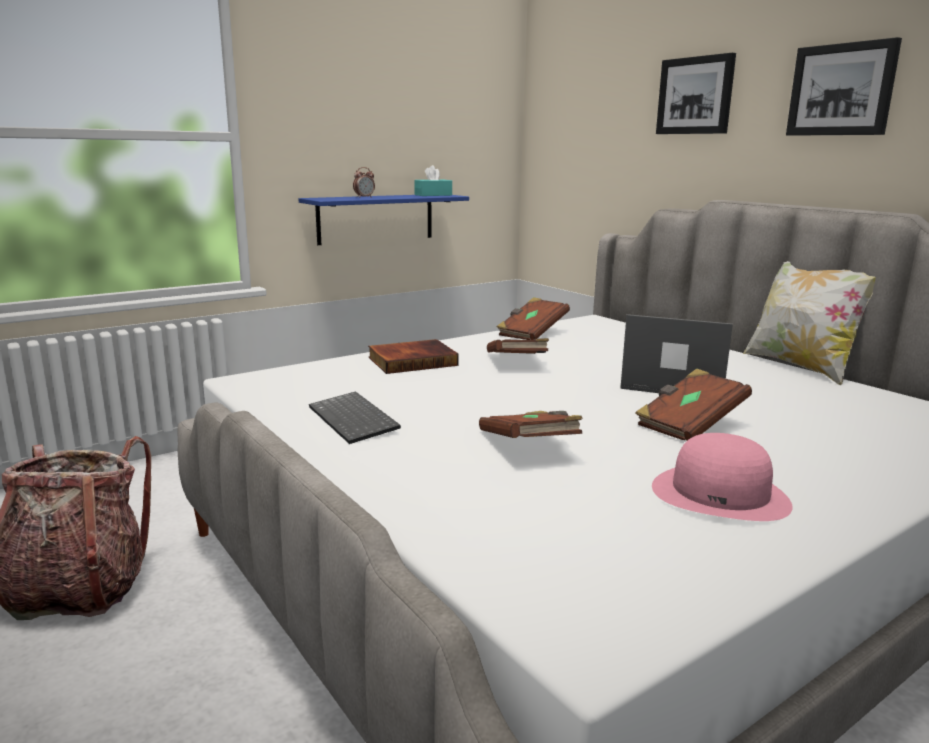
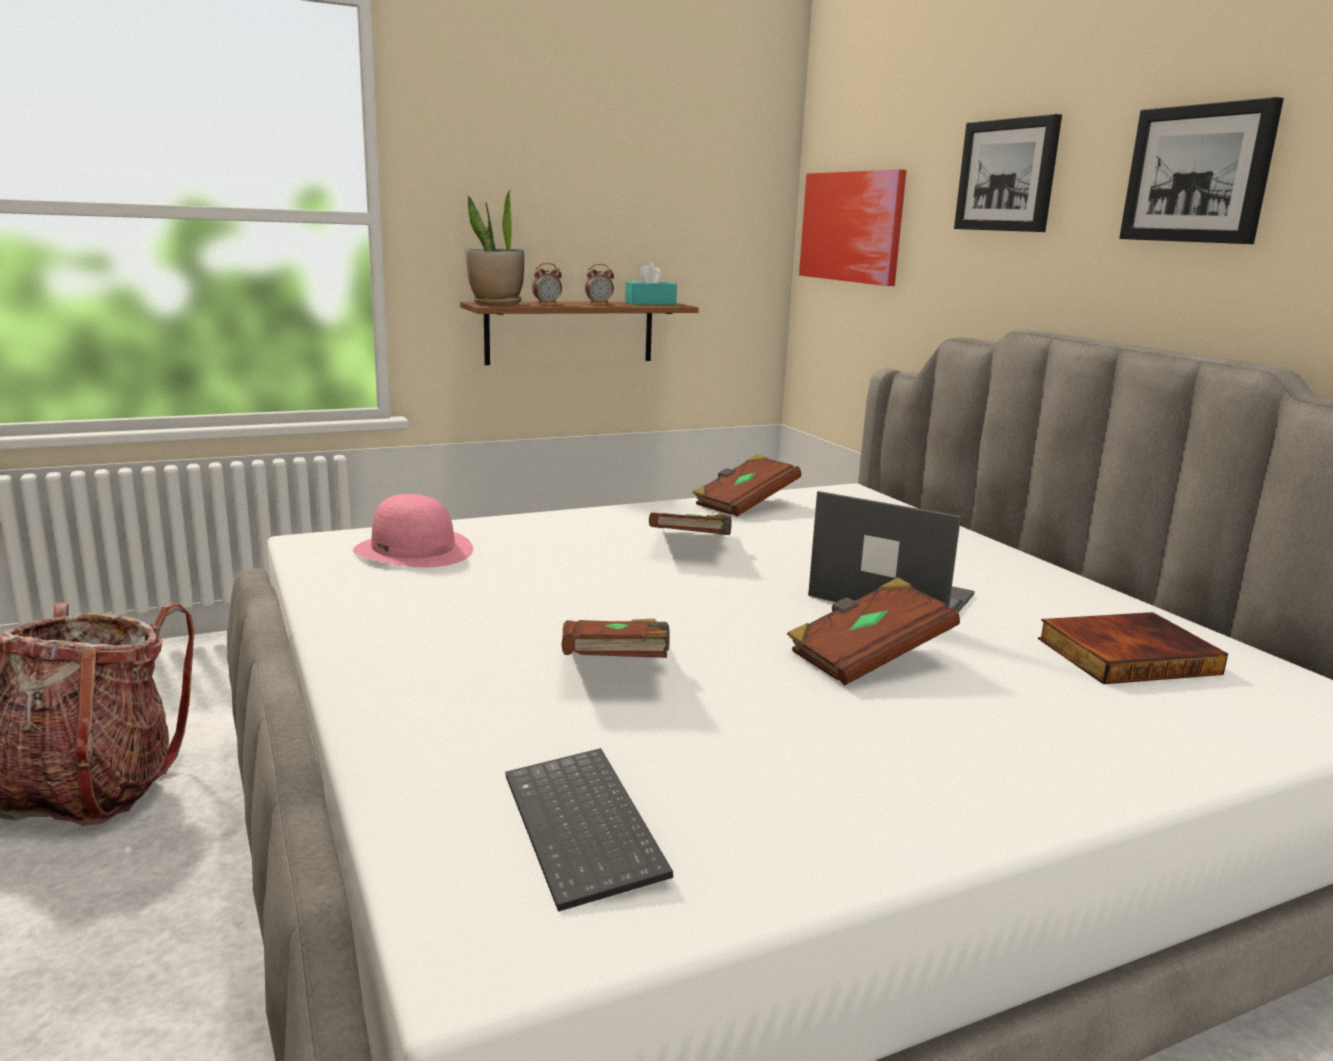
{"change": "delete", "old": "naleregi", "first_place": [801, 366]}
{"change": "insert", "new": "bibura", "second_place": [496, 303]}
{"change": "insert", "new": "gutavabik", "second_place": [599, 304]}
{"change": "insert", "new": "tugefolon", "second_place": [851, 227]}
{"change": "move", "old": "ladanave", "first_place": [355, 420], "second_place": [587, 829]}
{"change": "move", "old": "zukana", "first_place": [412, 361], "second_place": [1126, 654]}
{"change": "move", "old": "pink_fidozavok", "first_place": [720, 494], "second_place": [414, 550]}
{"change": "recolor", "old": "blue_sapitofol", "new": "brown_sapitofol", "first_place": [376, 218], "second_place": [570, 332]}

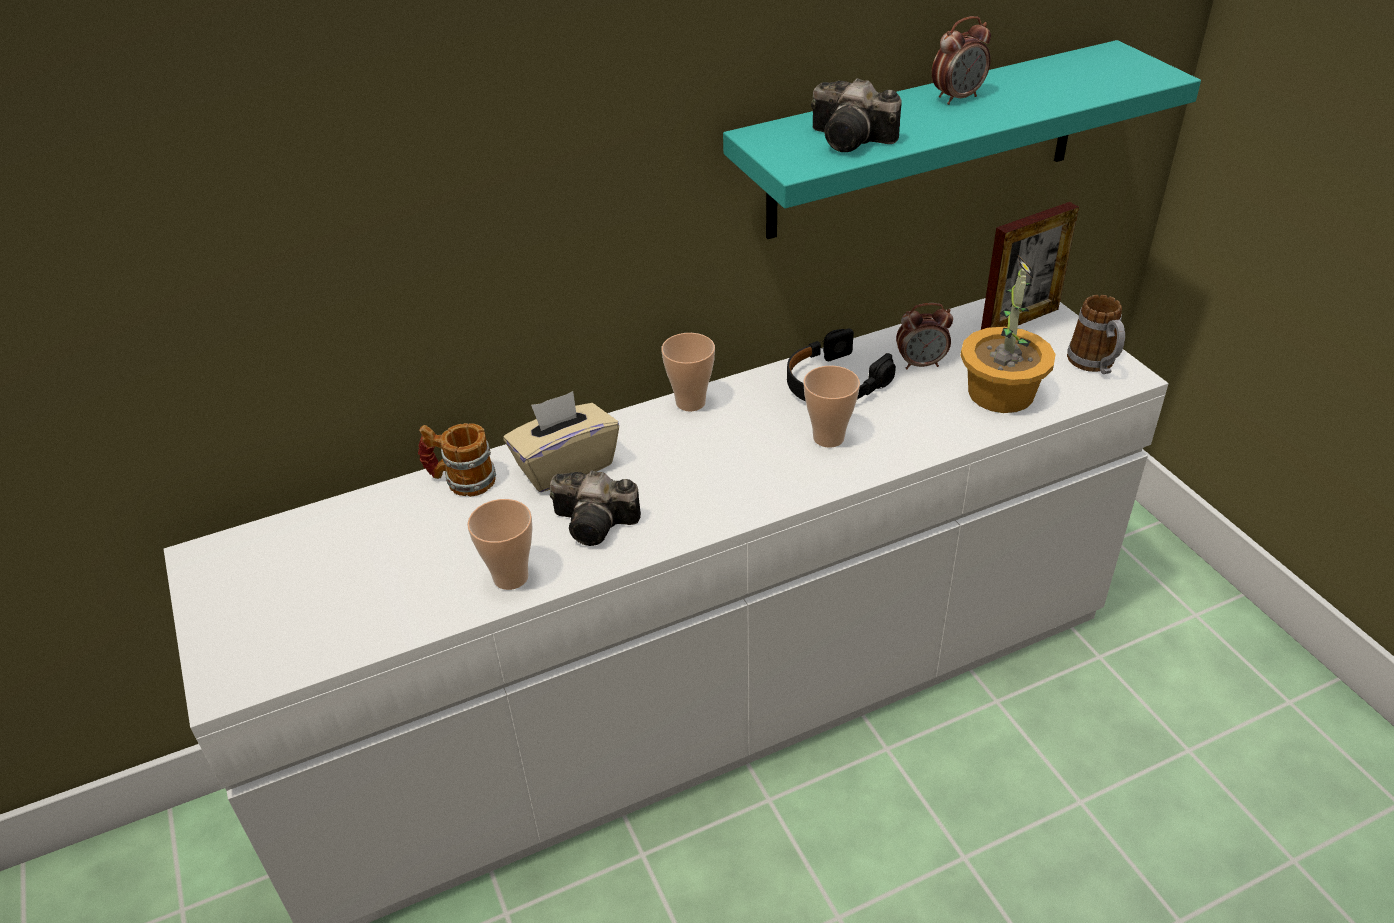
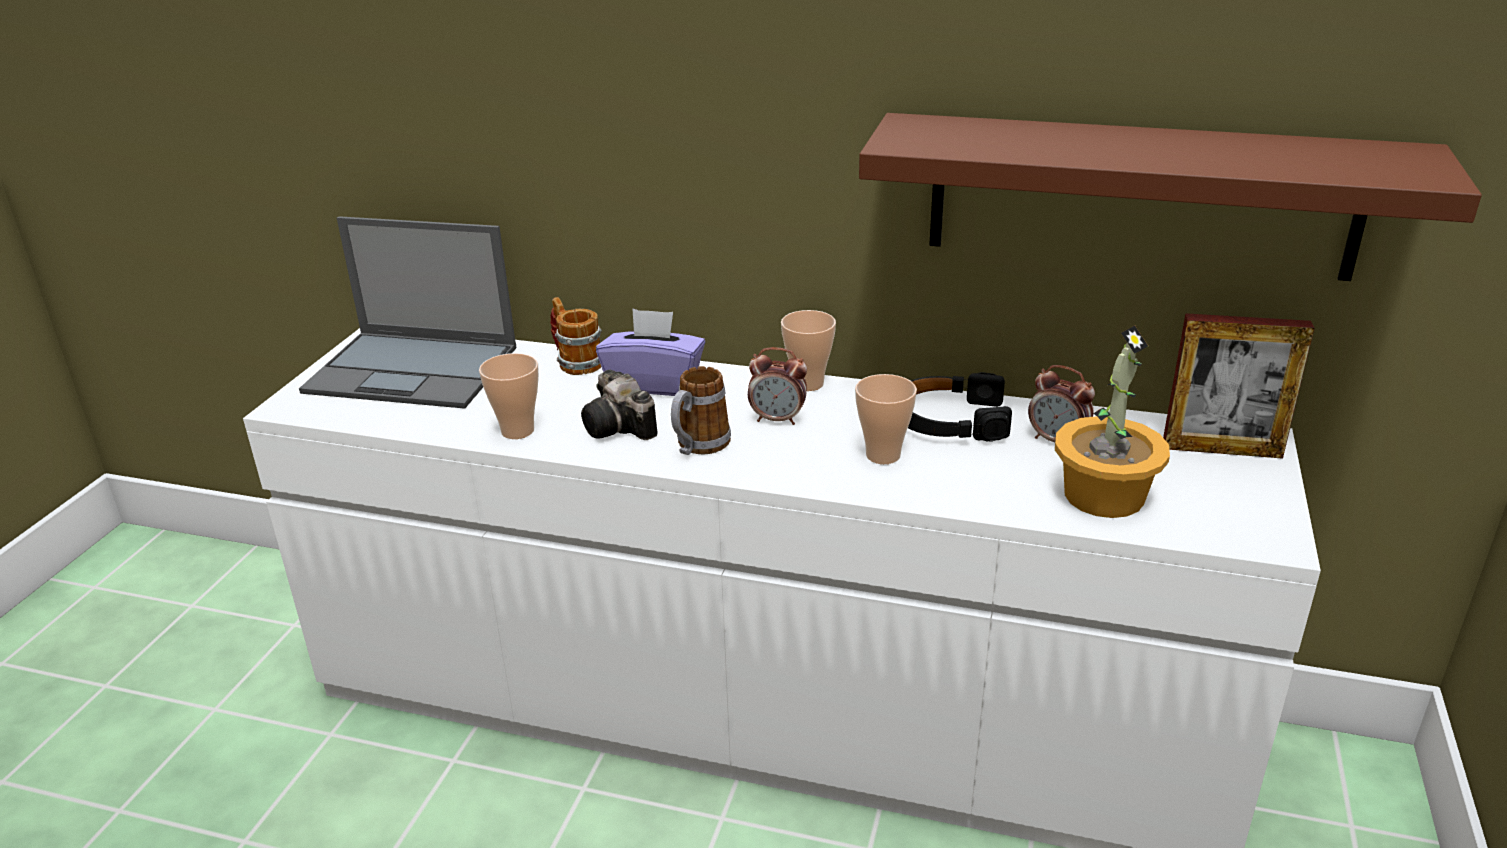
{"change": "delete", "old": "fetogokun", "first_place": [854, 140]}
{"change": "insert", "new": "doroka", "second_place": [415, 370]}
{"change": "move", "old": "gutavabik", "first_place": [957, 98], "second_place": [778, 419]}
{"change": "move", "old": "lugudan", "first_place": [1095, 365], "second_place": [698, 447]}
{"change": "recolor", "old": "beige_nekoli", "new": "purple_nekoli", "first_place": [565, 466], "second_place": [654, 383]}
{"change": "recolor", "old": "turquoise_sapitofol", "new": "brown_sapitofol", "first_place": [925, 141], "second_place": [1140, 196]}

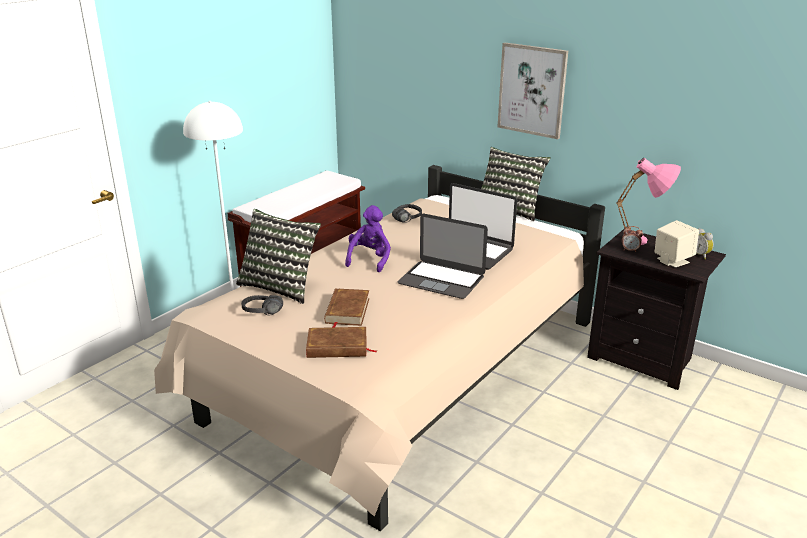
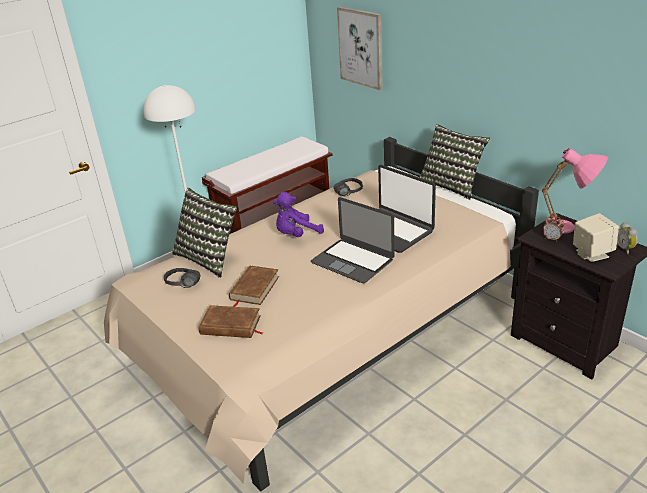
{"change": "move", "old": "tugefolon", "first_place": [532, 90], "second_place": [361, 47]}
{"change": "rotate", "old": "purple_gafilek", "first_place": [369, 259], "second_place": [296, 235], "degrees": -150}

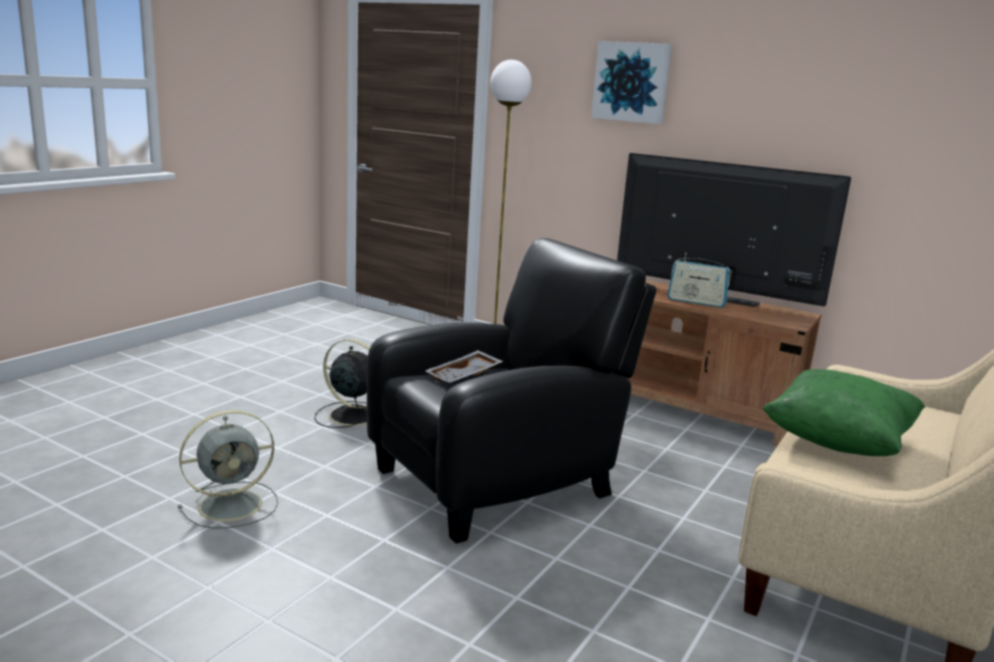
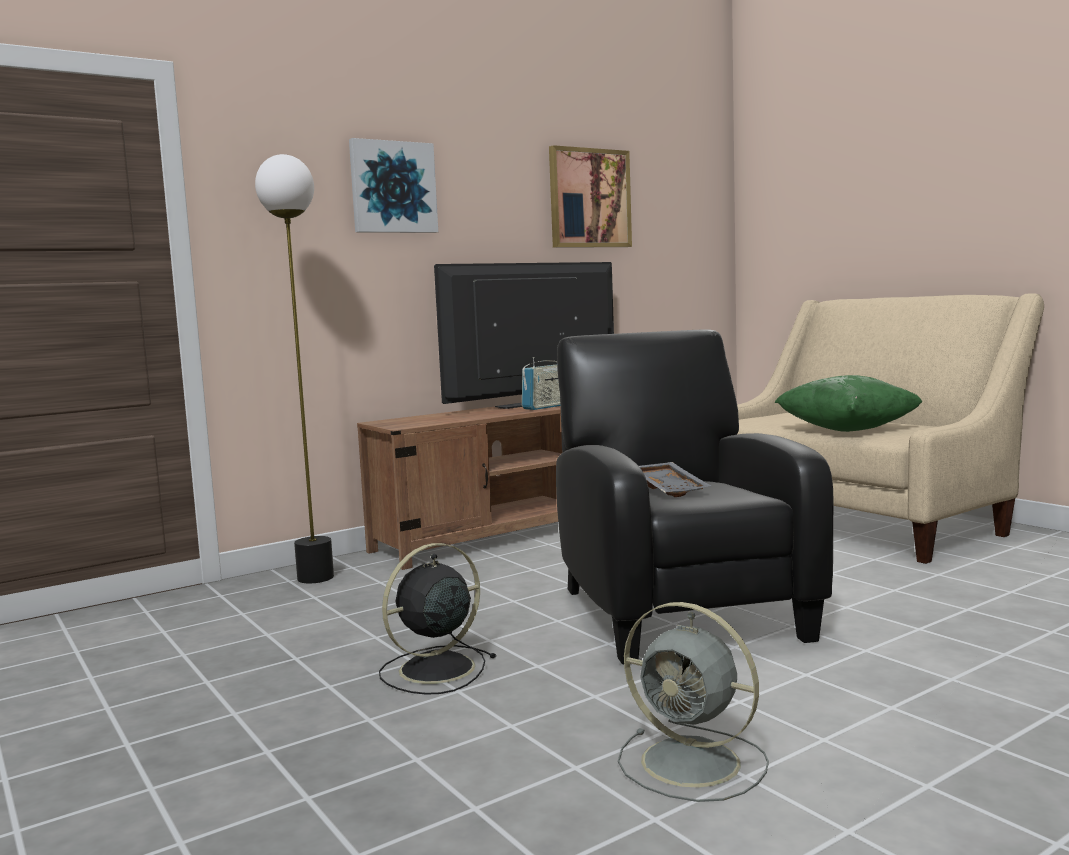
{"change": "insert", "new": "tugefolon", "second_place": [589, 198]}
{"change": "rotate", "old": "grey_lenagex", "first_place": [233, 504], "second_place": [694, 763], "degrees": 135}

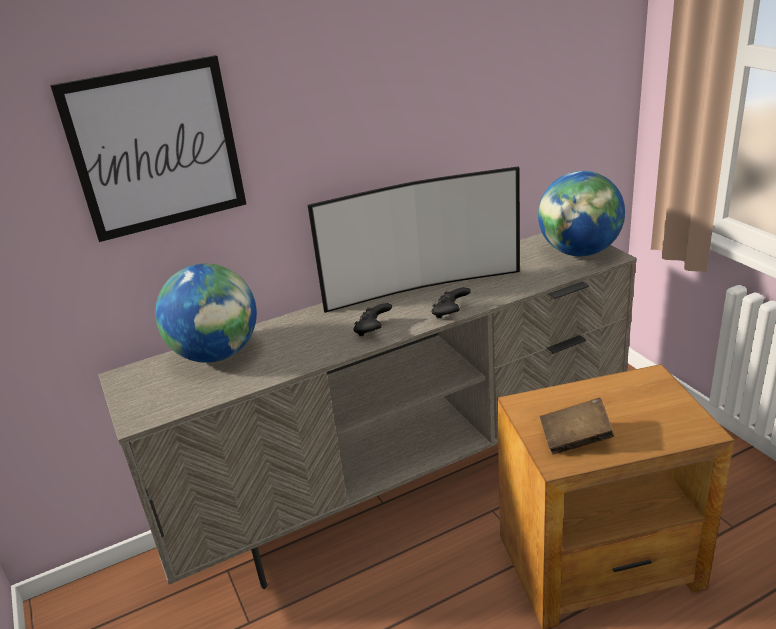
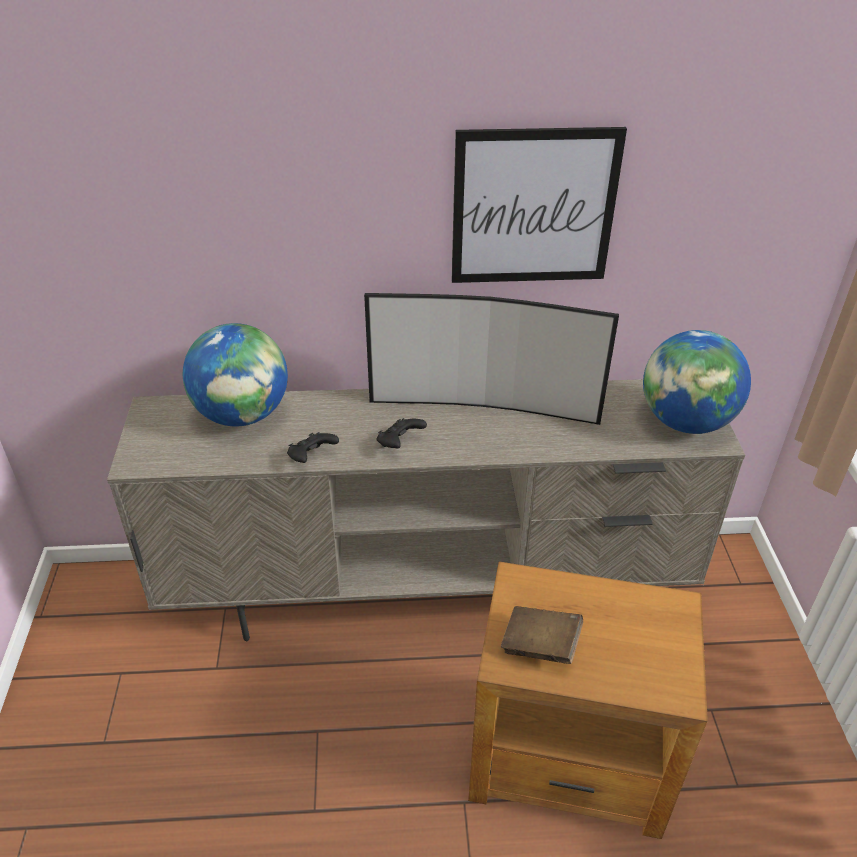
{"change": "move", "old": "tugefolon", "first_place": [156, 149], "second_place": [533, 207]}
{"change": "move", "old": "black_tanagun", "first_place": [450, 313], "second_place": [312, 458]}

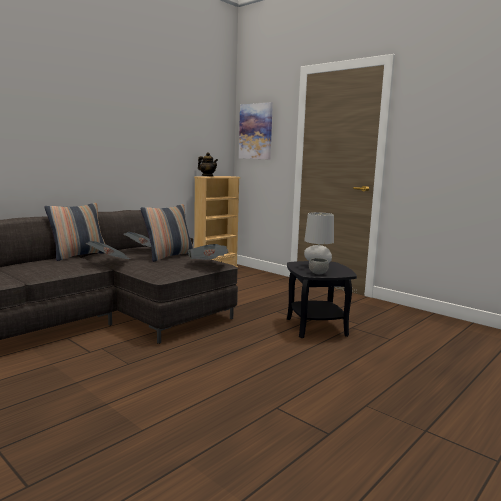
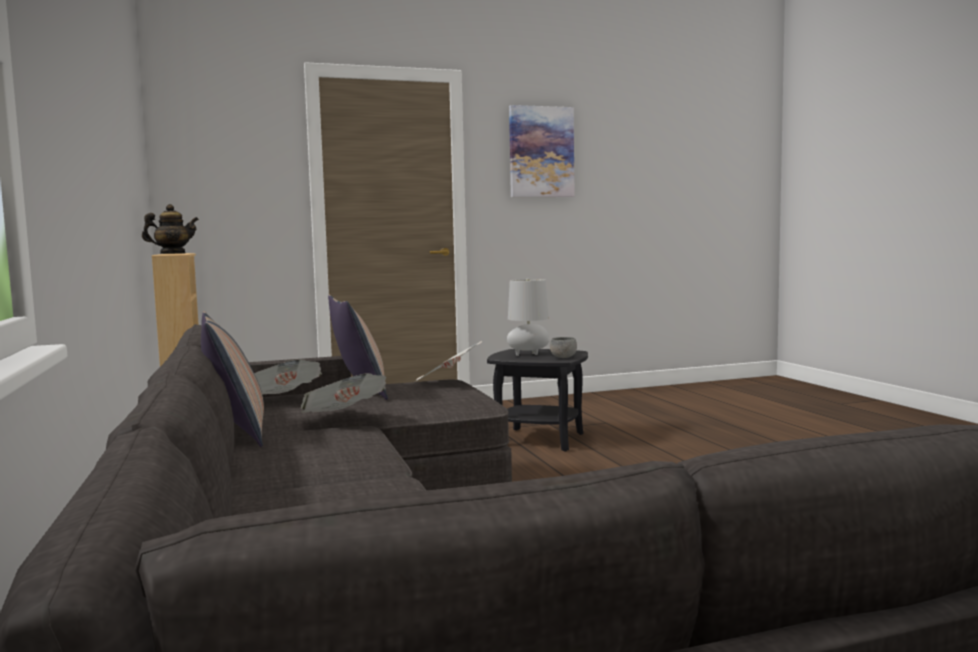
{"change": "move", "old": "tugefolon", "first_place": [256, 131], "second_place": [541, 152]}

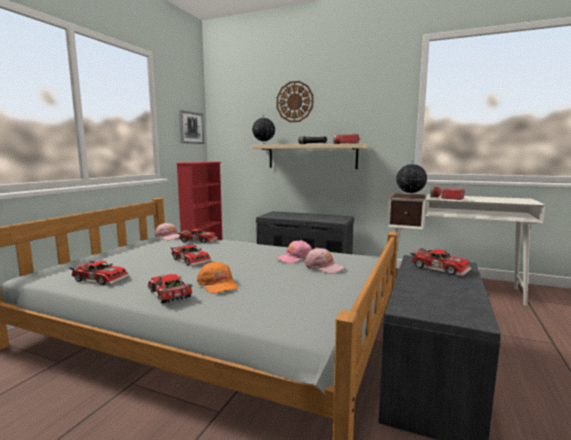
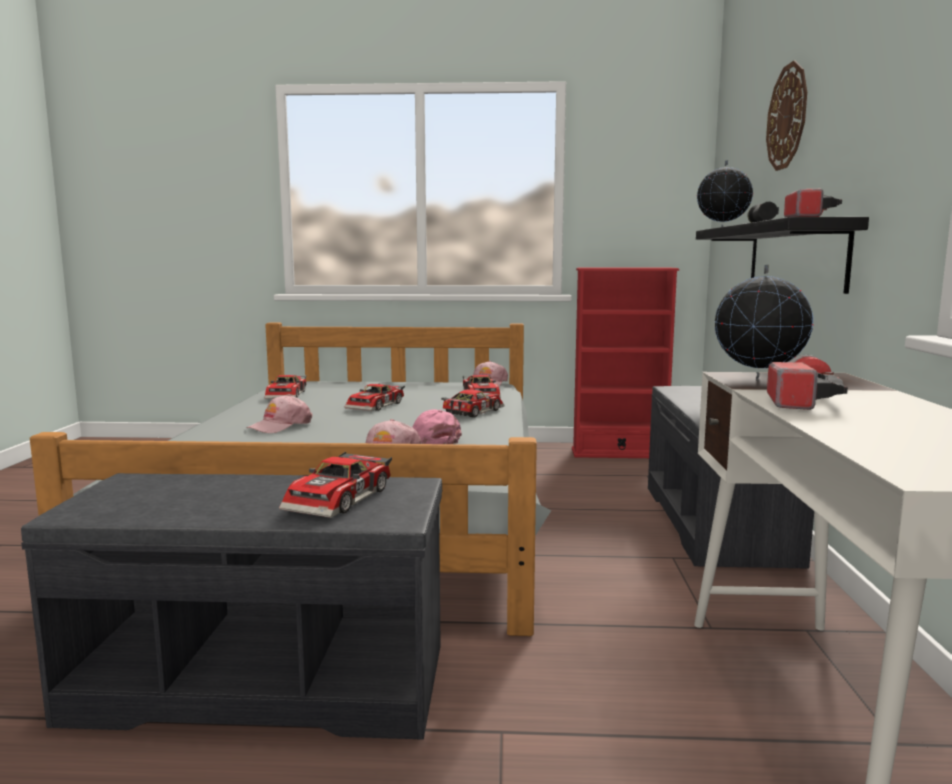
{"change": "delete", "old": "tugefolon", "first_place": [191, 127]}
{"change": "move", "old": "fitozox", "first_place": [167, 294], "second_place": [471, 411]}
{"change": "recolor", "old": "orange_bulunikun", "new": "pink_bulunikun", "first_place": [218, 285], "second_place": [280, 426]}
{"change": "recolor", "old": "beige_sapitofol", "new": "black_sapitofol", "first_place": [311, 156], "second_place": [795, 256]}

